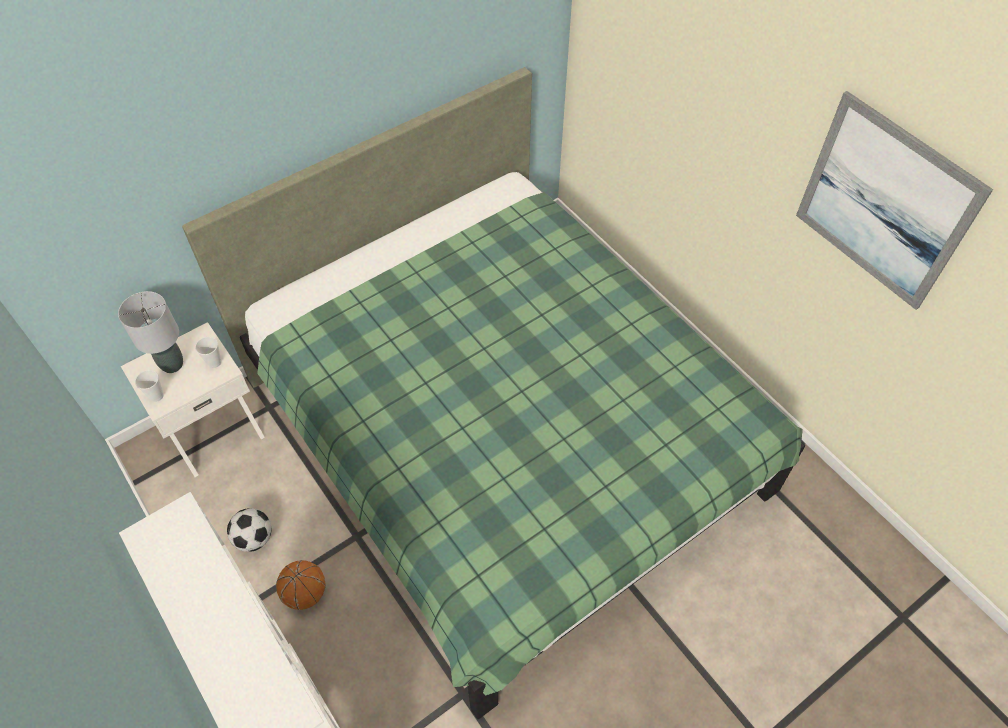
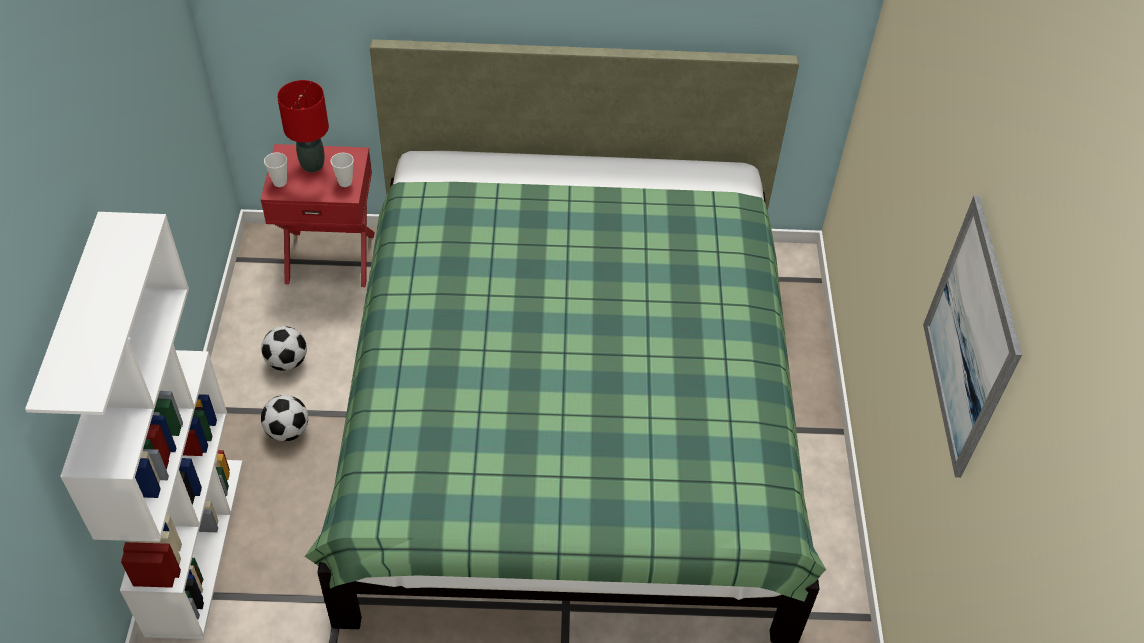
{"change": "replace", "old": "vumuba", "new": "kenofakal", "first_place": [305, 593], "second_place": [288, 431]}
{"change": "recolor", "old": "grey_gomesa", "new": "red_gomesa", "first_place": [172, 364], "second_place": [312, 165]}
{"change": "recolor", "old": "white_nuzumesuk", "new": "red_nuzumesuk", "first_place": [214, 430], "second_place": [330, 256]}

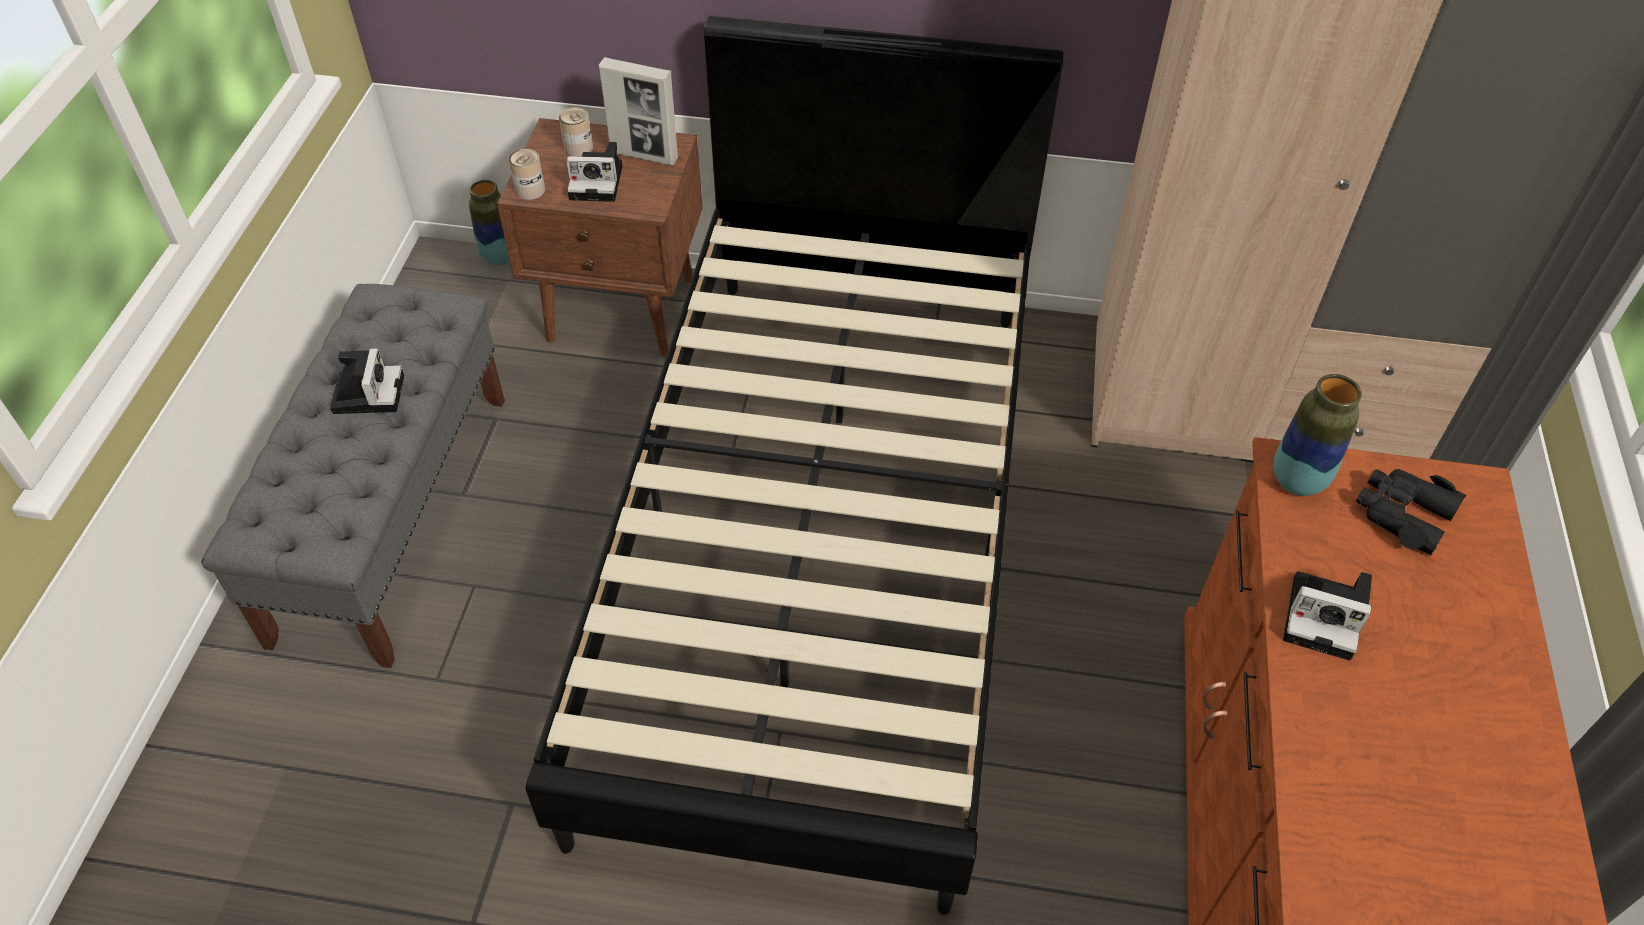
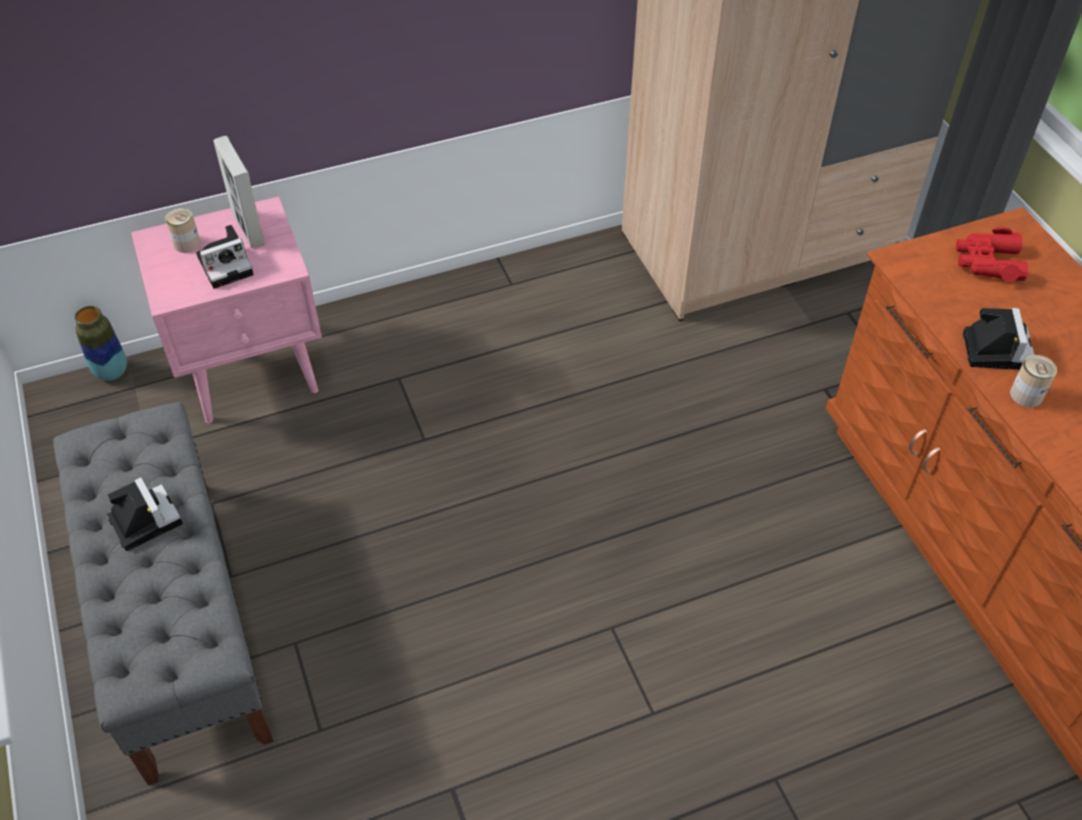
{"change": "delete", "old": "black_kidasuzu", "first_place": [821, 541]}
{"change": "delete", "old": "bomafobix", "first_place": [1297, 481]}
{"change": "move", "old": "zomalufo", "first_place": [530, 190], "second_place": [1026, 395]}
{"change": "recolor", "old": "brown_nuzumesuk", "new": "pink_nuzumesuk", "first_place": [623, 310], "second_place": [254, 370]}
{"change": "recolor", "old": "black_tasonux", "new": "red_tasonux", "first_place": [1402, 514], "second_place": [988, 262]}
{"change": "rotate", "old": "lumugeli", "first_place": [644, 155], "second_place": [248, 229], "degrees": 75}
{"change": "rotate", "old": "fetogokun", "first_place": [1325, 617], "second_place": [995, 348], "degrees": -75}

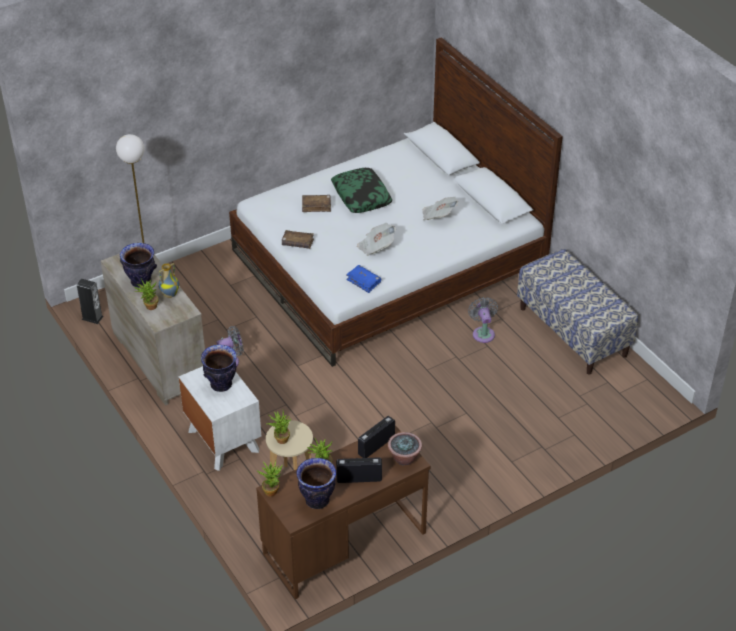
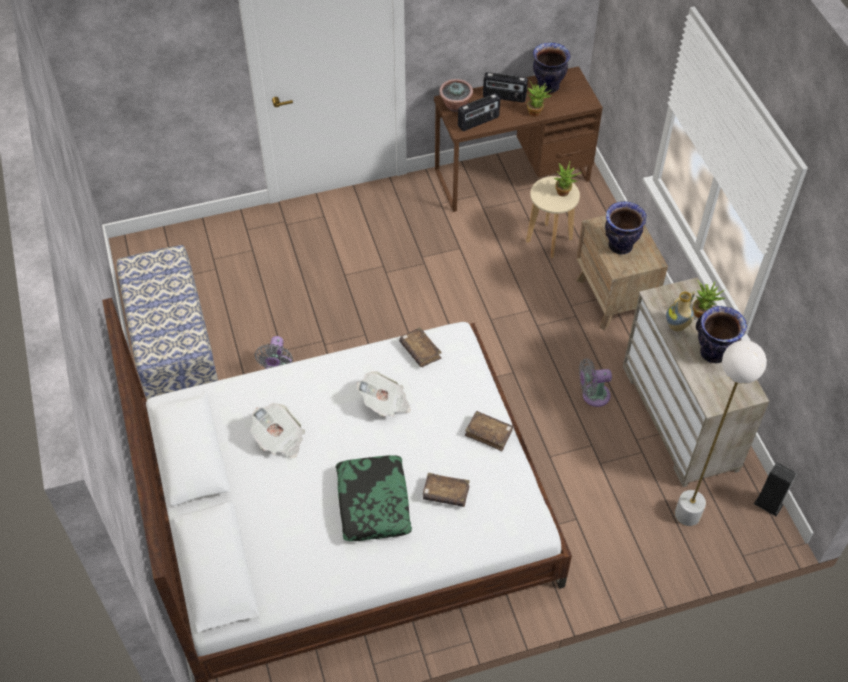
{"change": "delete", "old": "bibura", "first_place": [272, 490]}
{"change": "recolor", "old": "white_nuzumesuk", "new": "brown_nuzumesuk", "first_place": [223, 440], "second_place": [613, 298]}
{"change": "recolor", "old": "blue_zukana", "new": "brown_zukana", "first_place": [363, 281], "second_place": [420, 351]}

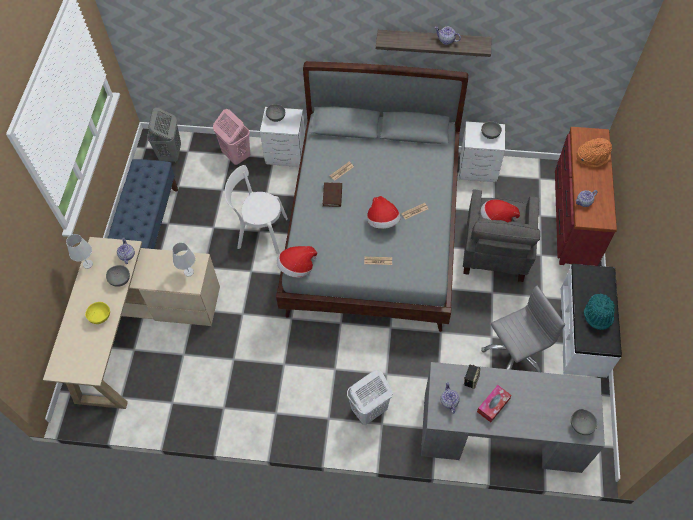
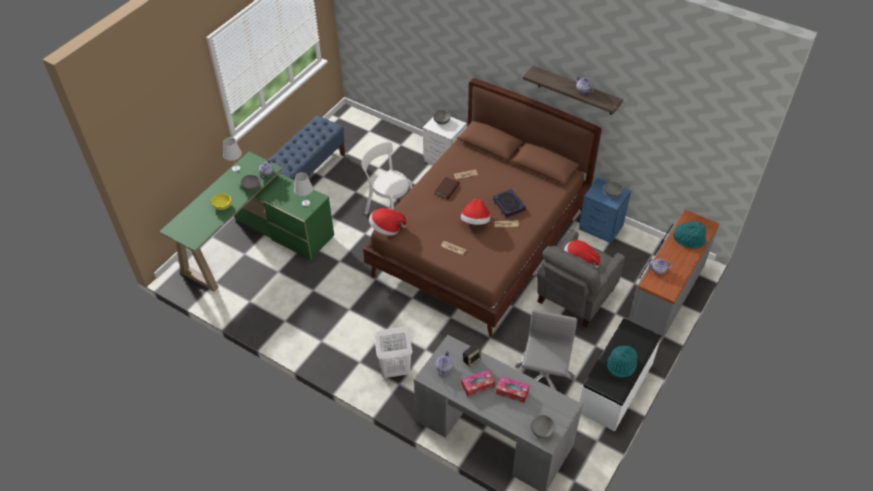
{"change": "delete", "old": "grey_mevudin", "first_place": [170, 154]}
{"change": "delete", "old": "pink_mevudin", "first_place": [236, 155]}
{"change": "insert", "new": "zukana", "second_place": [508, 205]}
{"change": "insert", "new": "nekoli", "second_place": [512, 392]}
{"change": "recolor", "old": "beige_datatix", "new": "green_datatix", "first_place": [137, 331], "second_place": [255, 242]}
{"change": "recolor", "old": "grey_kidasuzu", "new": "brown_kidasuzu", "first_place": [374, 232], "second_place": [481, 242]}
{"change": "recolor", "old": "white_nuzumesuk", "new": "blue_nuzumesuk", "first_place": [479, 169], "second_place": [601, 228]}
{"change": "recolor", "old": "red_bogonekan", "new": "grey_bogonekan", "first_place": [574, 216], "second_place": [665, 295]}
{"change": "recolor", "old": "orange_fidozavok", "new": "turquoise_fidozavok", "first_place": [592, 157], "second_place": [689, 239]}
{"change": "rotate", "old": "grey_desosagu", "first_place": [514, 354], "second_place": [543, 379], "degrees": -75}

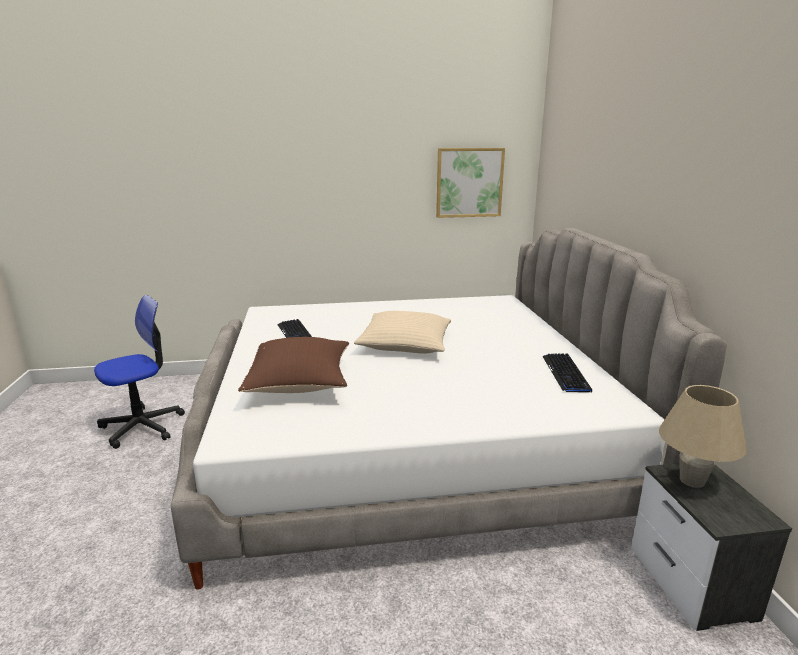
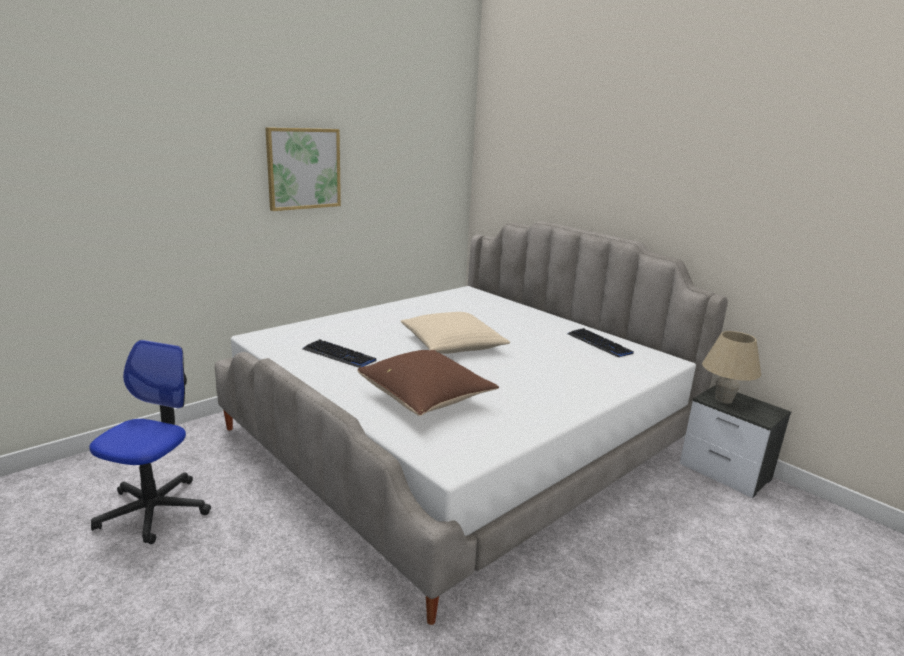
{"change": "move", "old": "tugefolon", "first_place": [469, 182], "second_place": [303, 168]}

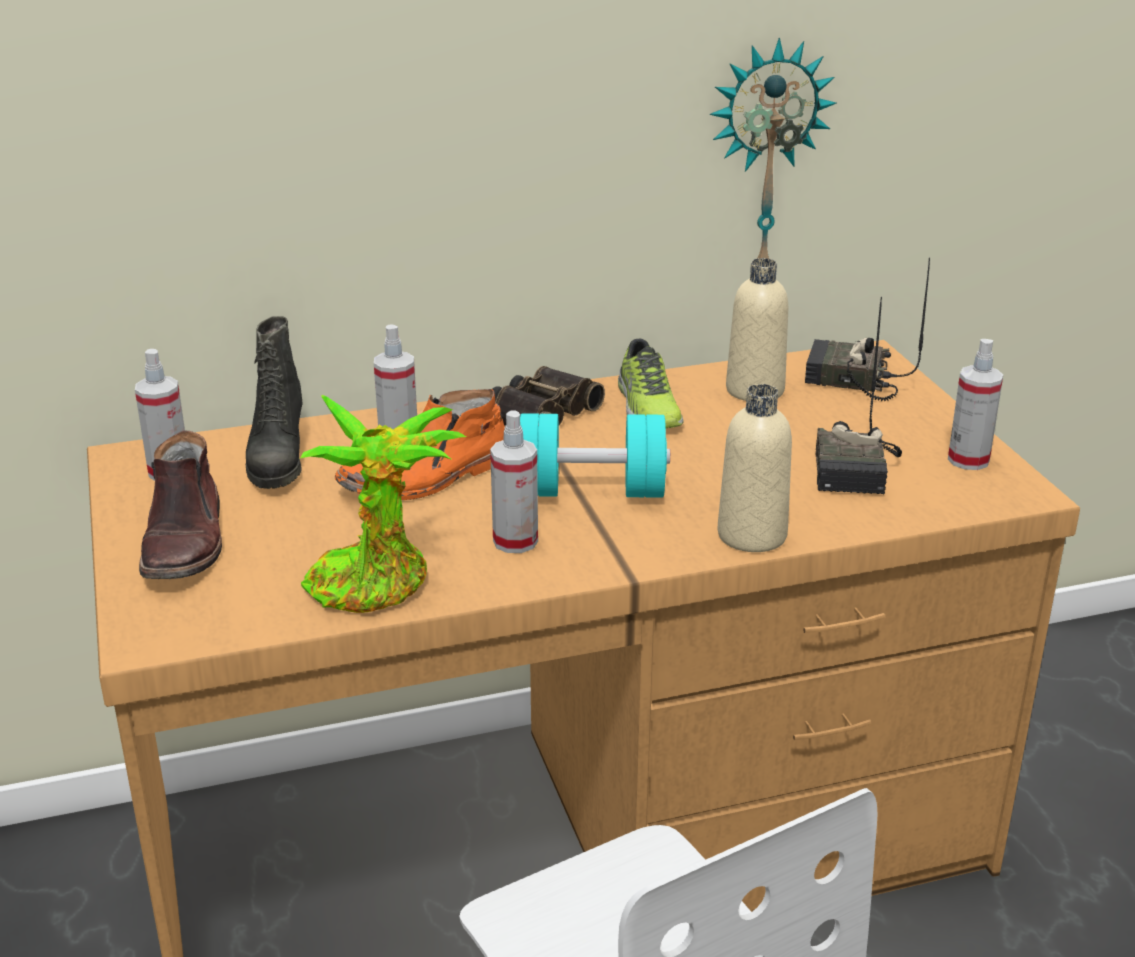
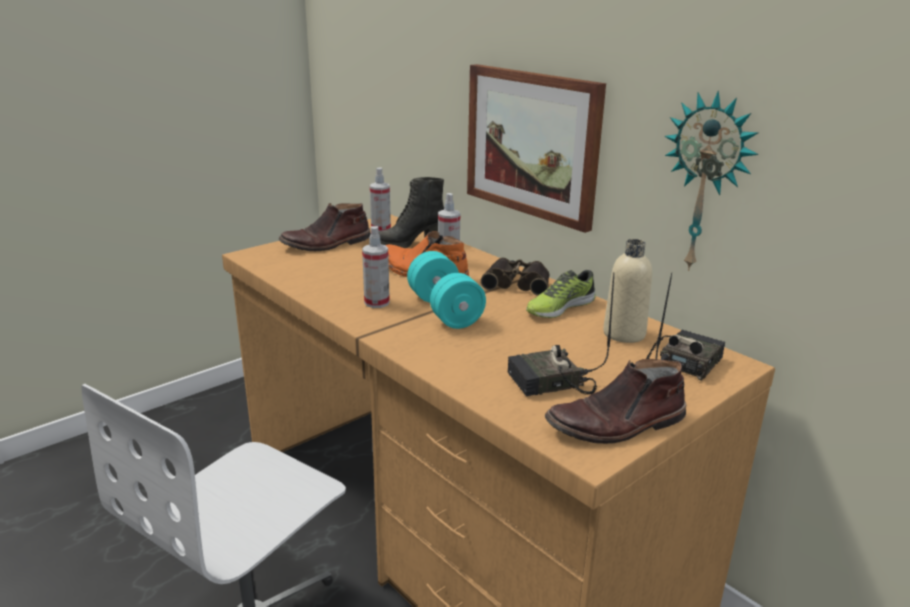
{"change": "delete", "old": "bibura", "first_place": [377, 583]}
{"change": "delete", "old": "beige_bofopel", "first_place": [752, 535]}
{"change": "insert", "new": "tugefolon", "second_place": [532, 144]}
{"change": "replace", "old": "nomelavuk", "new": "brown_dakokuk", "first_place": [968, 460], "second_place": [617, 425]}
{"change": "rotate", "old": "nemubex", "first_place": [849, 381], "second_place": [683, 362], "degrees": 45}

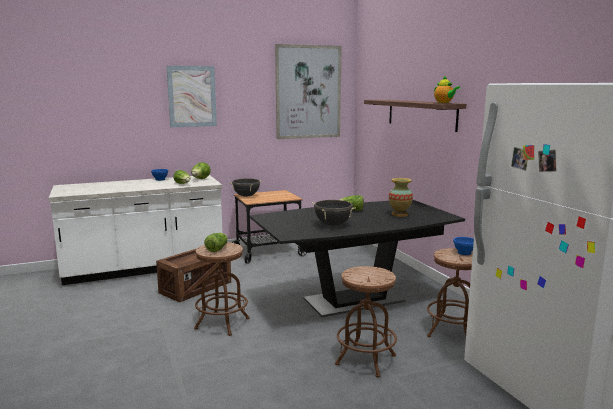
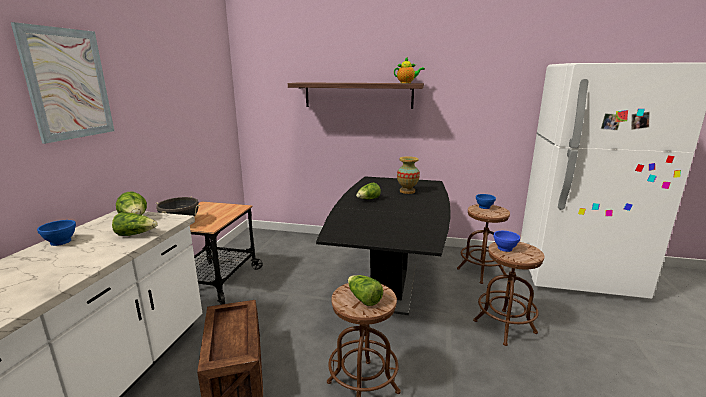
{"change": "delete", "old": "tugefolon", "first_place": [308, 92]}
{"change": "delete", "old": "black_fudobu", "first_place": [333, 225]}
{"change": "insert", "new": "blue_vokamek", "second_place": [505, 248]}

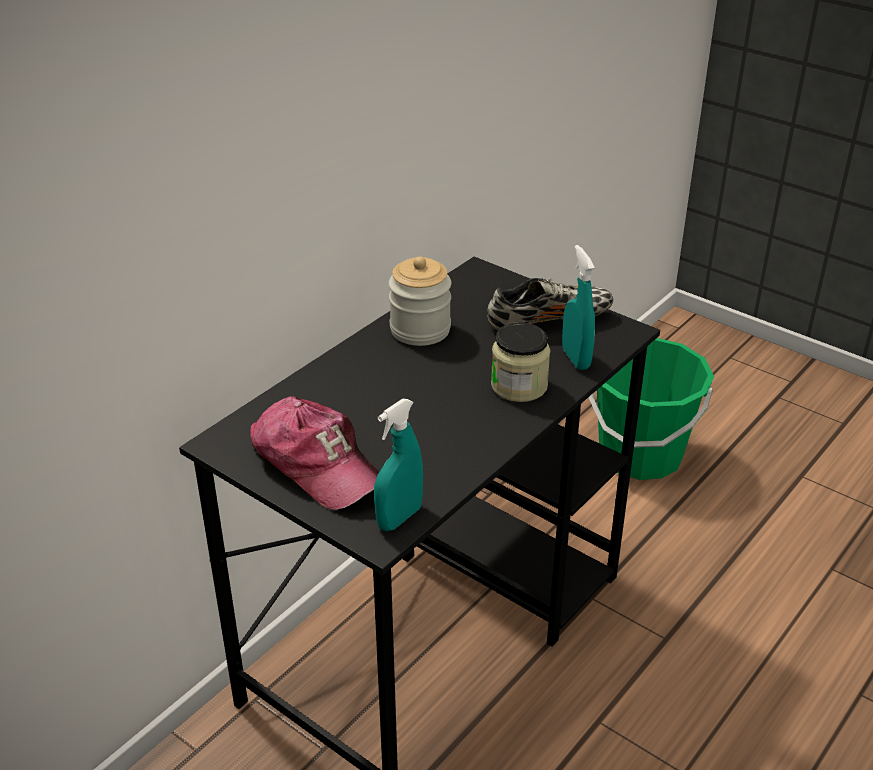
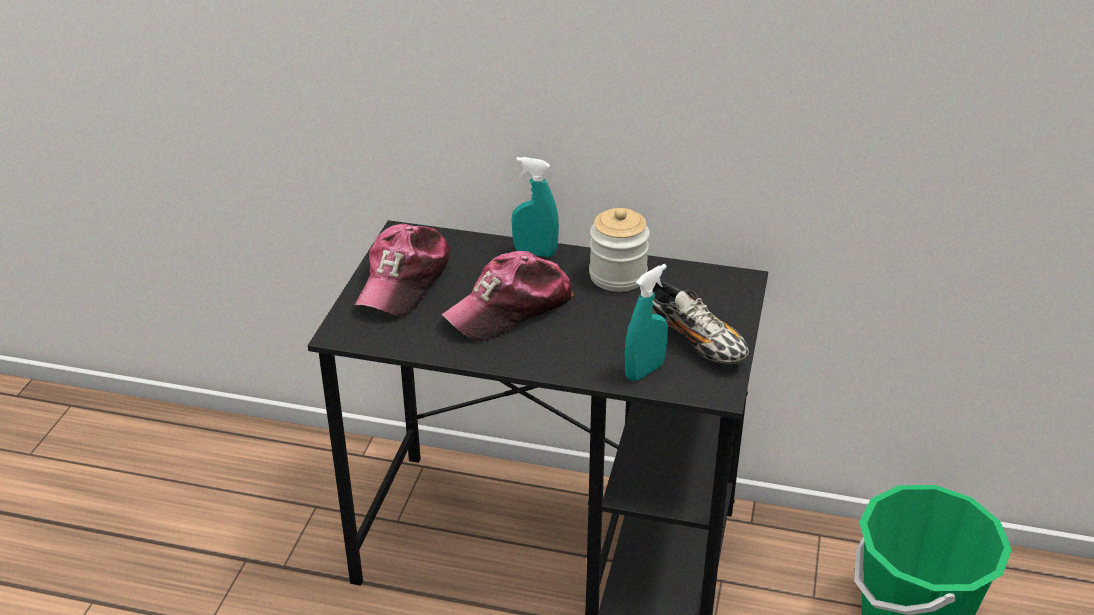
{"change": "delete", "old": "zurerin", "first_place": [519, 386]}
{"change": "insert", "new": "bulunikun", "second_place": [510, 308]}
{"change": "move", "old": "turquoise_nomelavuk", "first_place": [399, 518], "second_place": [535, 252]}

